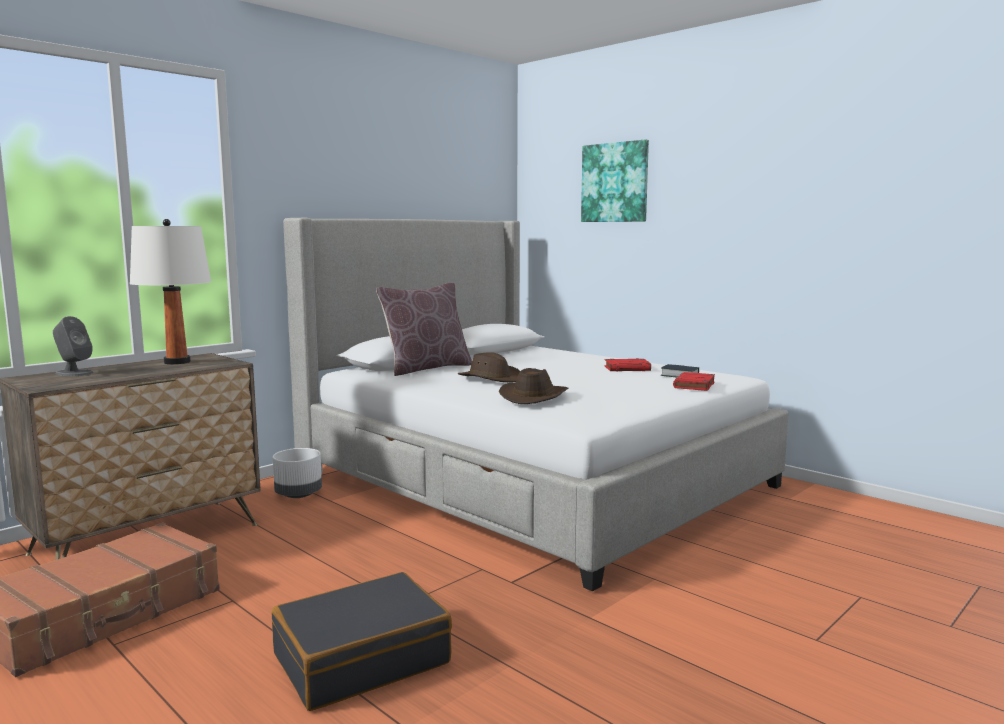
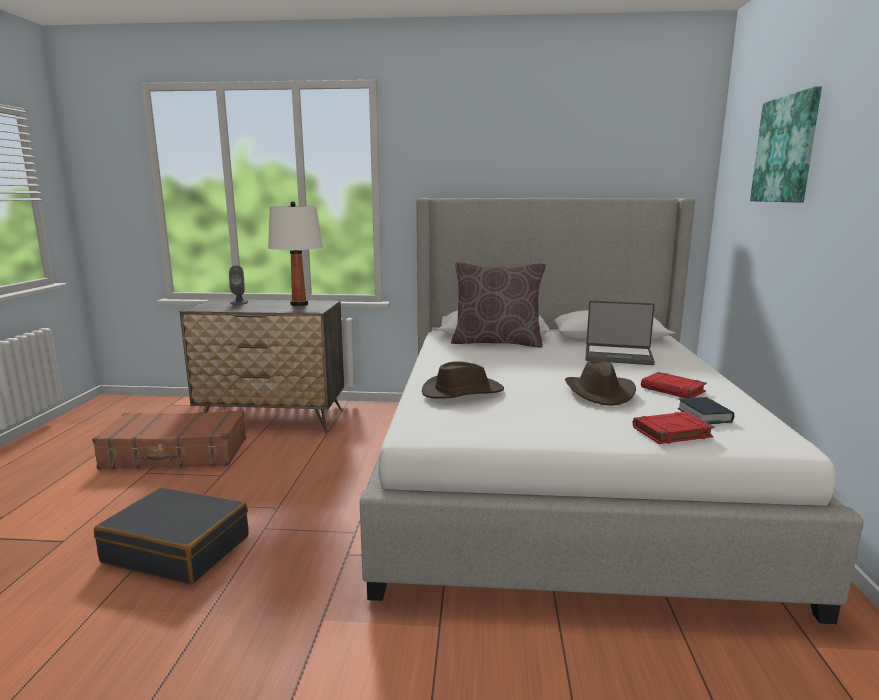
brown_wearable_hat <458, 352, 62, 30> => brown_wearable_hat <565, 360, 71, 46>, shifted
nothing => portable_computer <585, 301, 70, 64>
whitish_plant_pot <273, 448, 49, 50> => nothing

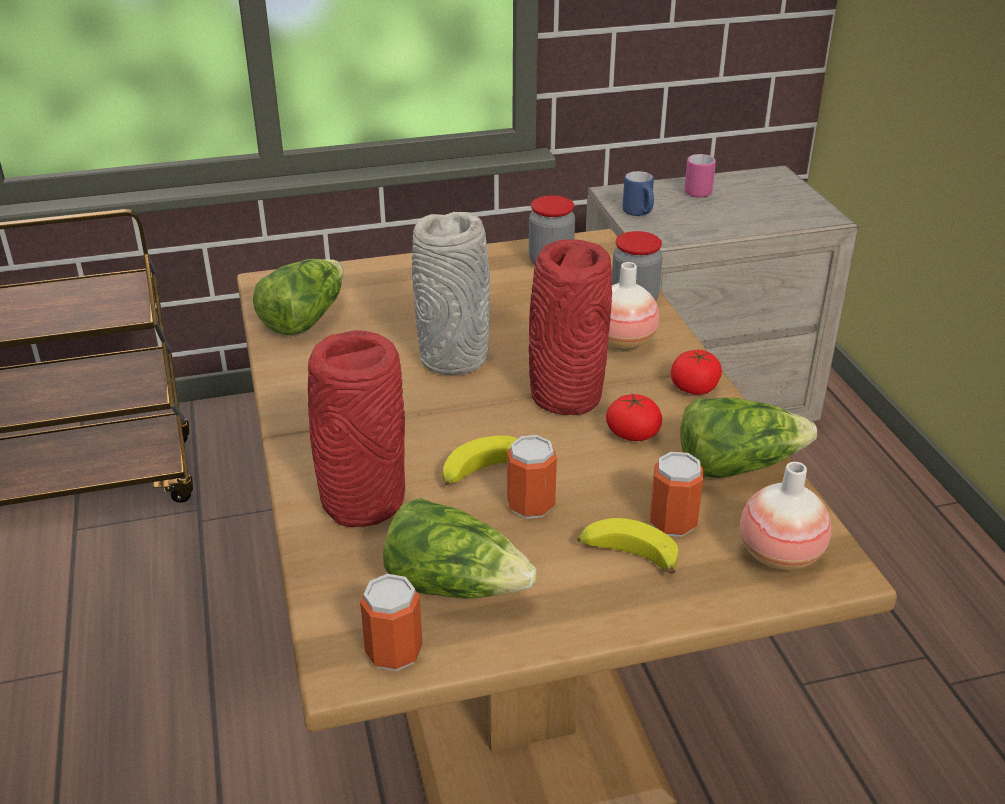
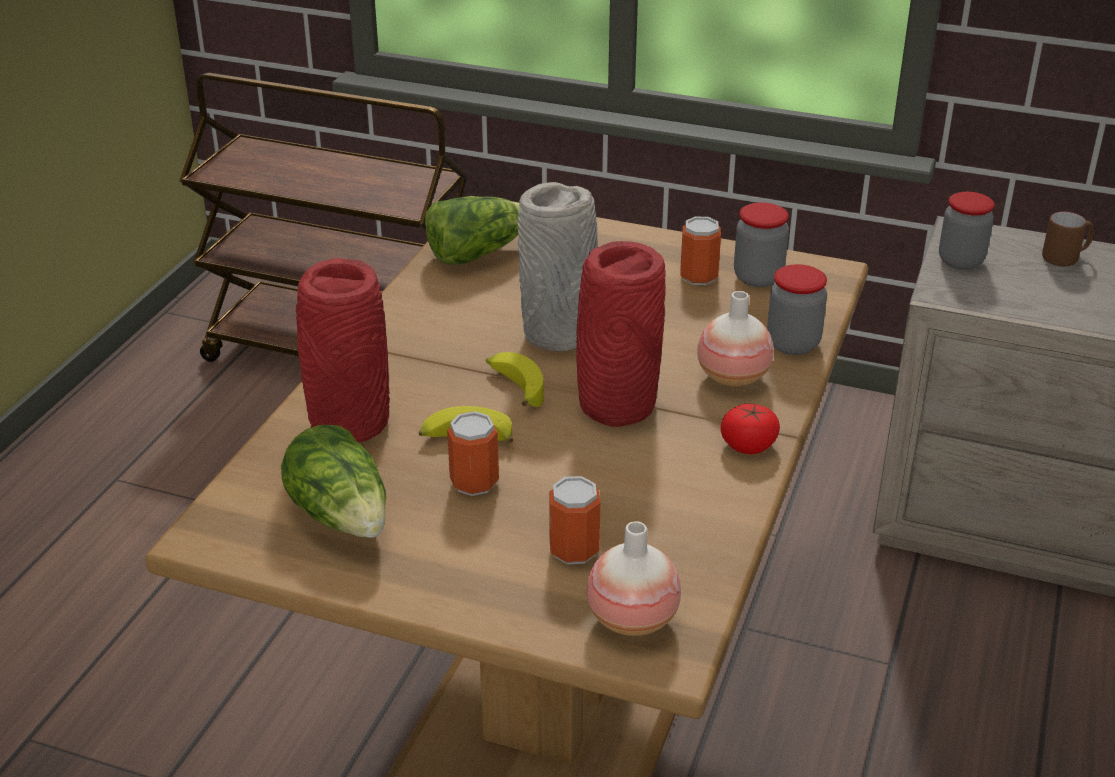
whole_banana <577, 518, 101, 56> => whole_banana <486, 352, 58, 55>, shifted
metal_can <360, 574, 62, 97> => metal_can <680, 216, 41, 69>, shifted
bluish_coffee_mug <622, 171, 32, 45> => jar <939, 192, 56, 78>
pink_coffee_mug <684, 154, 32, 44> => brown_coffee_mug <1042, 212, 52, 54>
tomato <606, 394, 56, 47> => nothing
head_of_lettuce <680, 398, 137, 80> => nothing

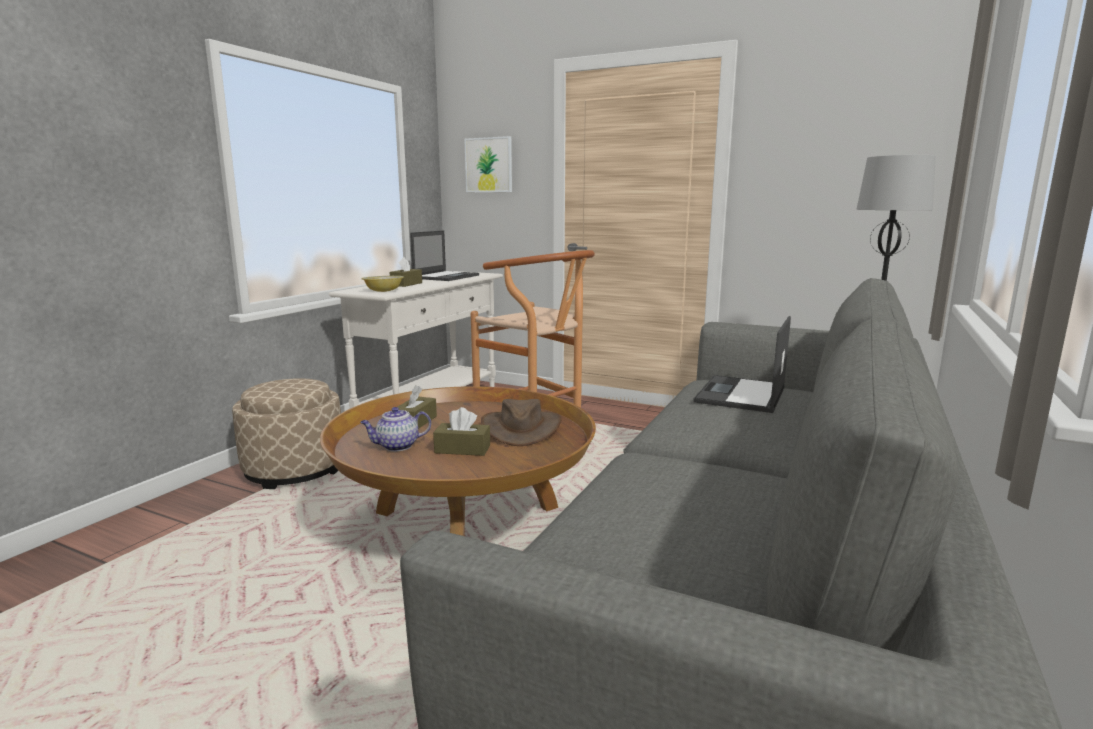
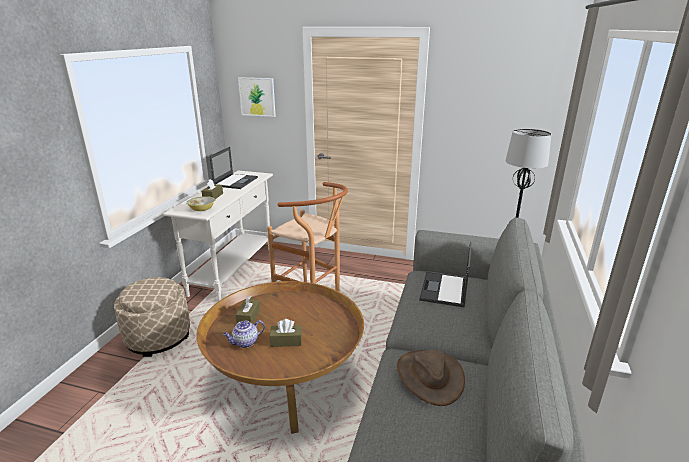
brown_wearable_hat <481, 399, 81, 47> => brown_wearable_hat <397, 350, 68, 56>, shifted

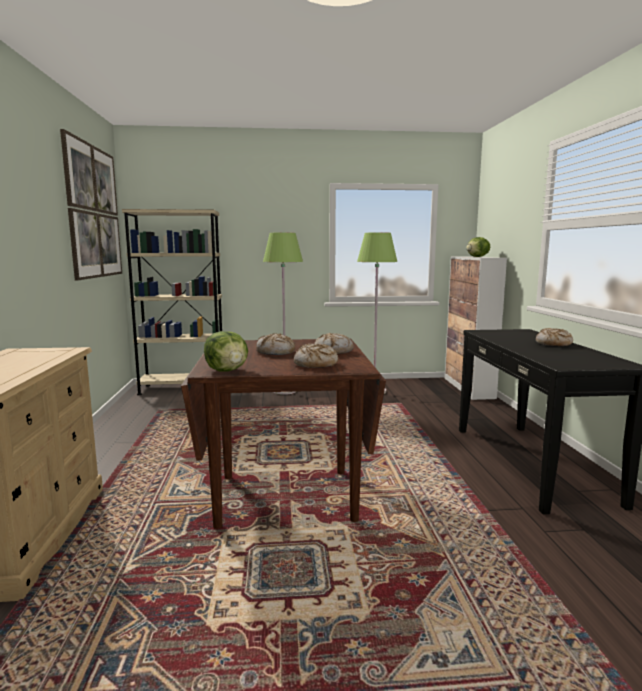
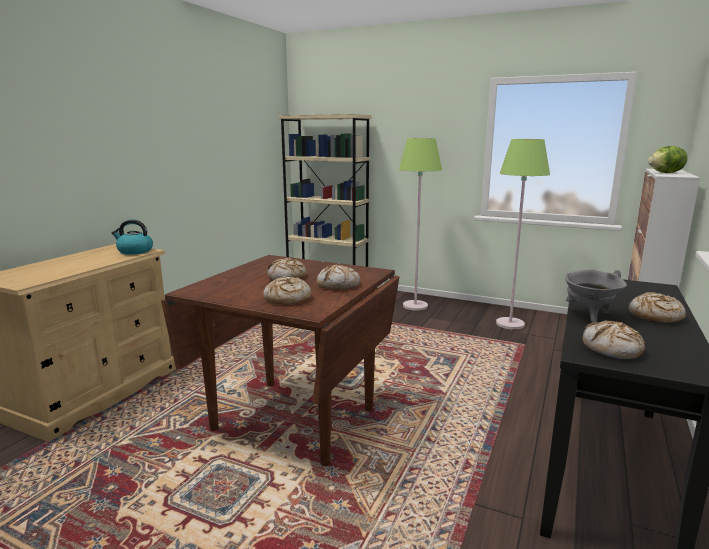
nothing => kettle <112, 220, 41, 35>
nothing => grey_saucepot <565, 269, 62, 54>
nothing => bakery_bread <583, 321, 62, 38>
picture <60, 129, 62, 152> => nothing
head_of_lettuce <204, 331, 44, 41> => nothing

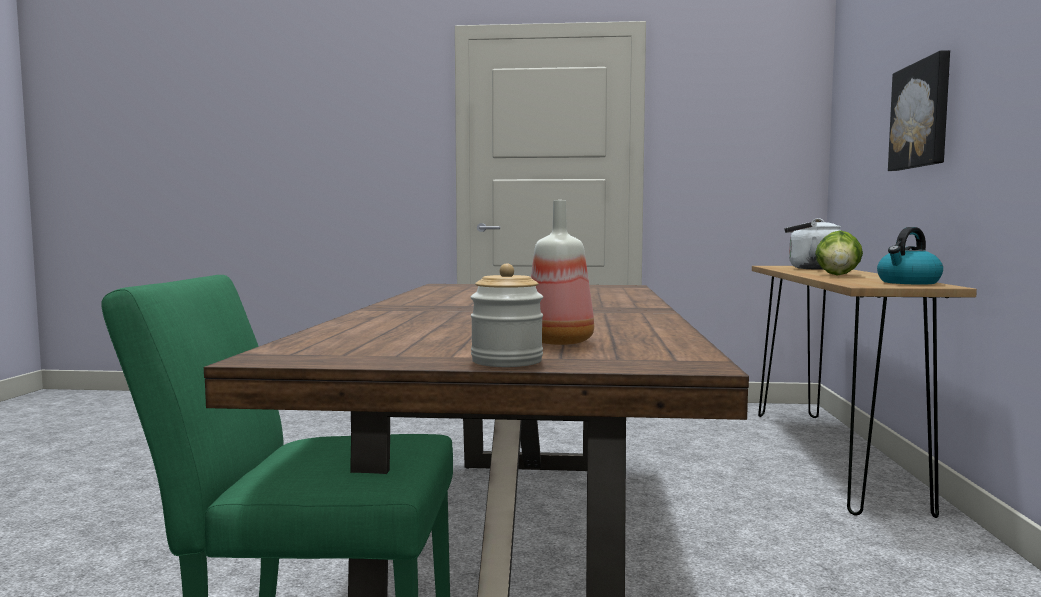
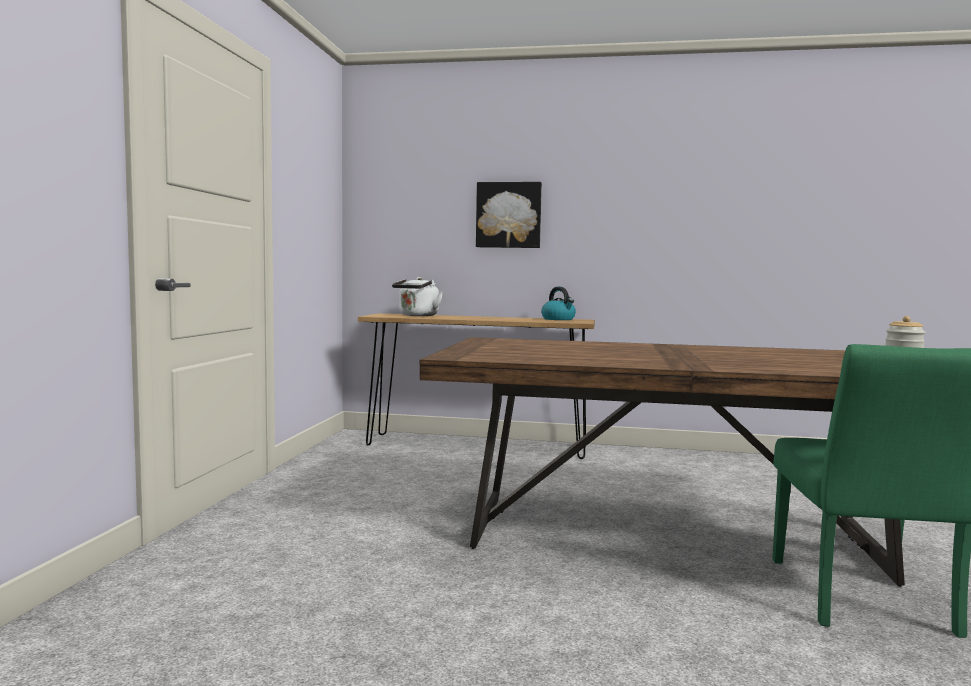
beverage_bottle <531, 200, 63, 145> => nothing
head_of_lettuce <815, 230, 48, 45> => nothing

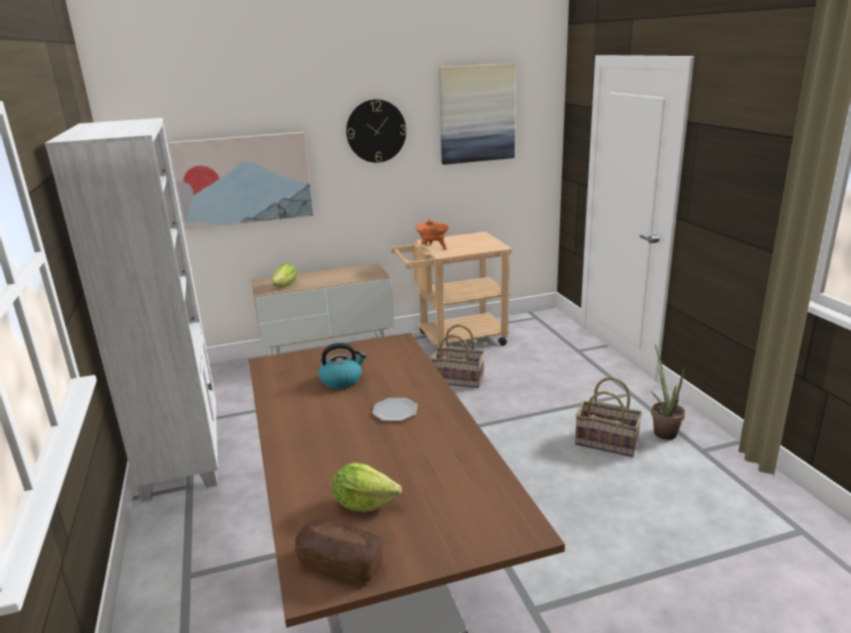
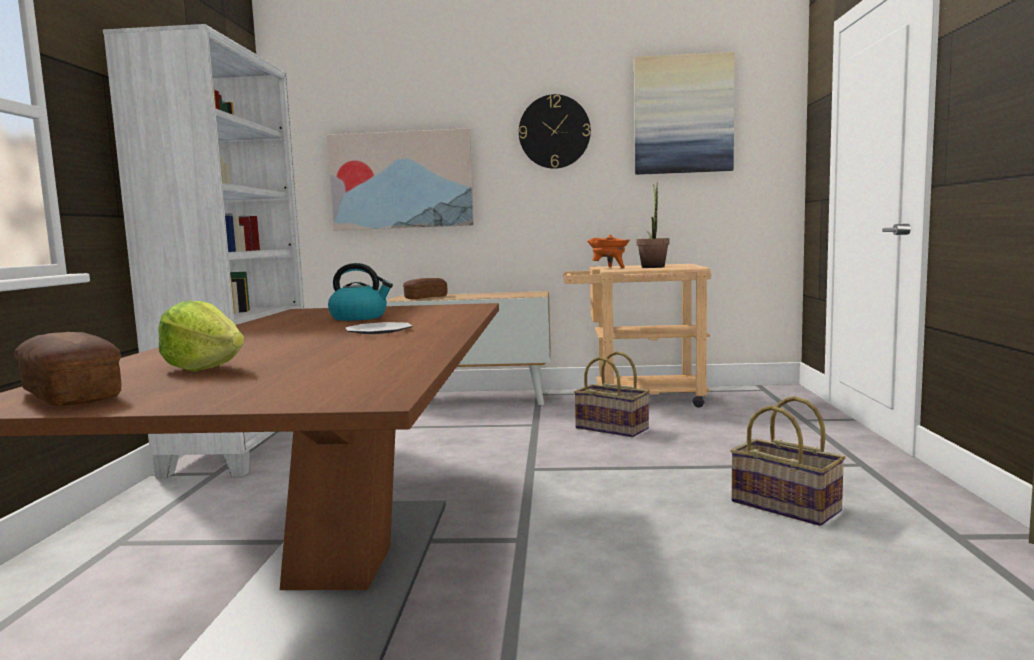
head_of_lettuce <271, 263, 26, 24> => bakery_bread <403, 278, 45, 21>
potted_plant <650, 344, 35, 96> => potted_plant <637, 183, 33, 85>, shifted

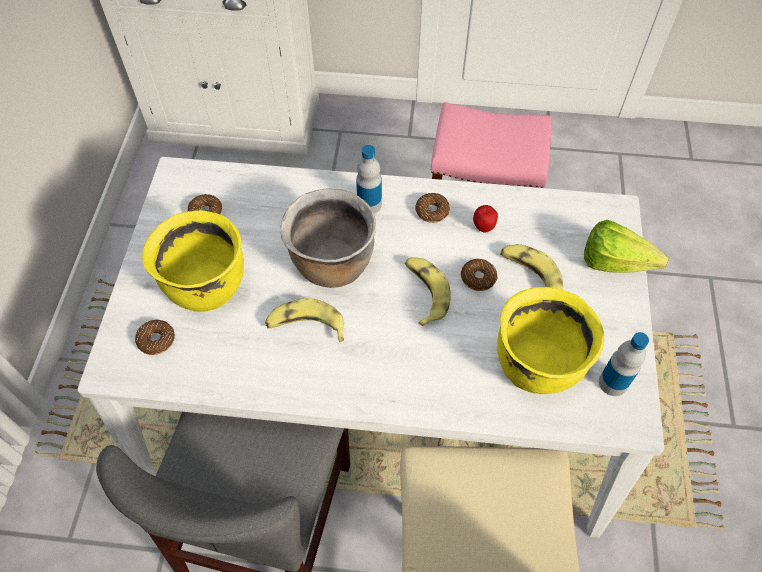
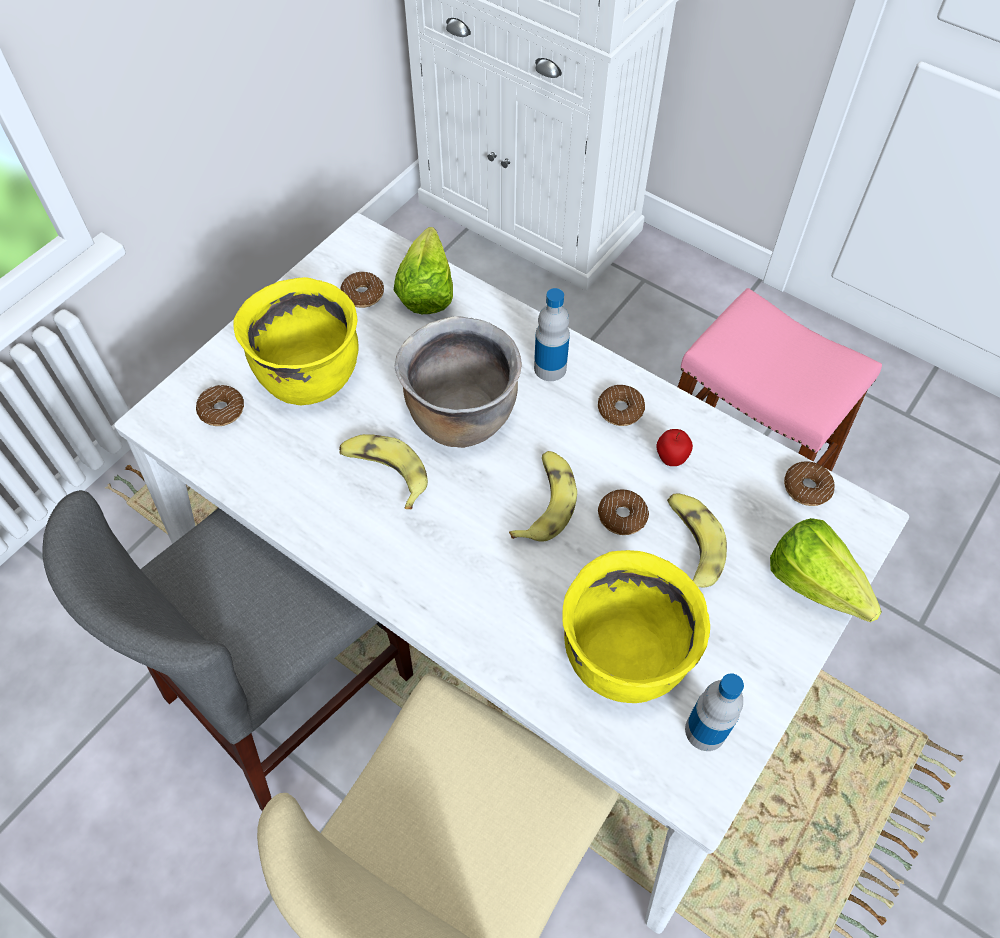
nothing => head_of_lettuce <394, 227, 59, 87>
nothing => doughnut <784, 462, 50, 44>

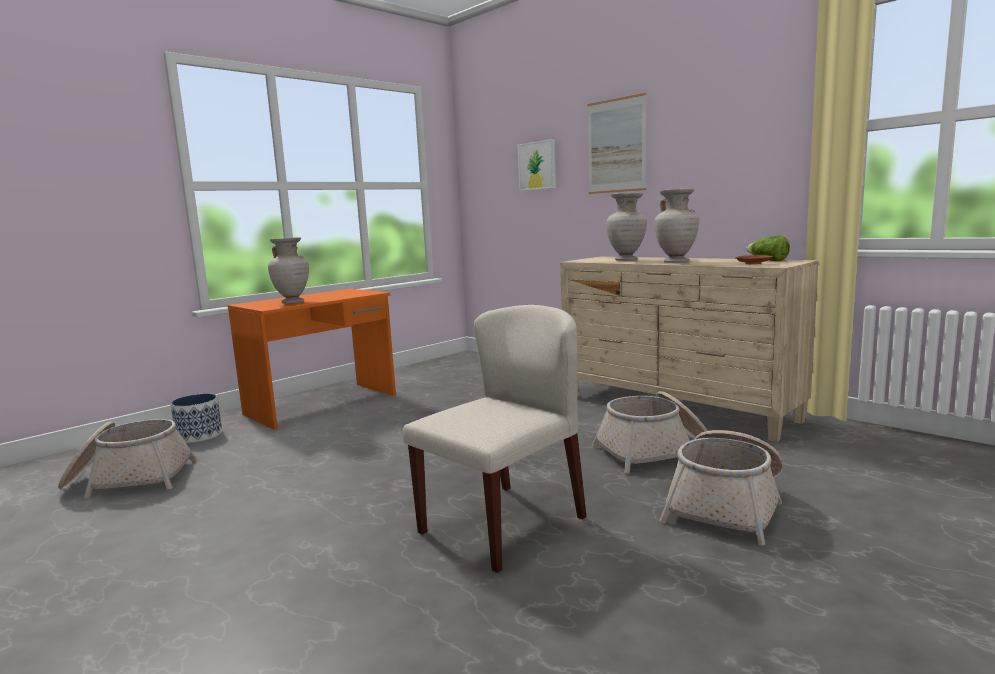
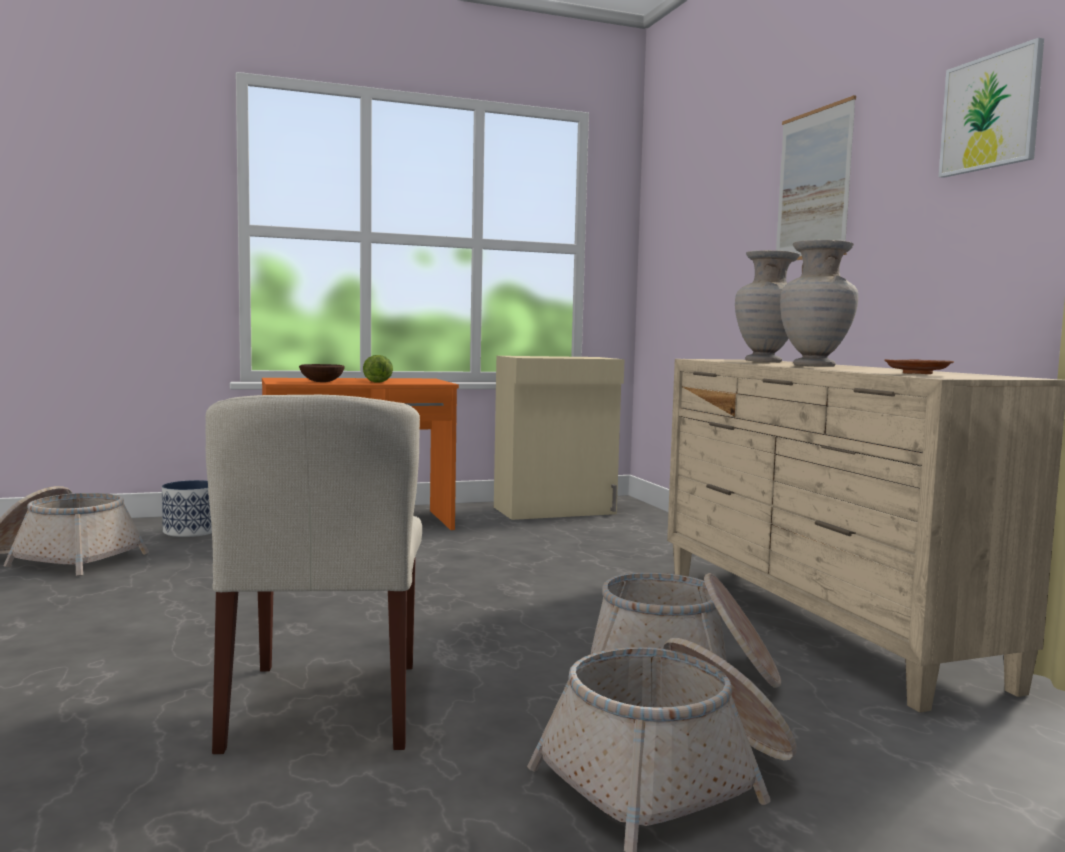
beige-coloured_chair <403, 305, 184, 268> => beige-coloured_chair <206, 395, 216, 359>, 105 degrees clockwise
beige-coloured_flower_vase <268, 237, 41, 67> => brown_bowl <299, 364, 46, 18>
head_of_lettuce <746, 236, 44, 25> => head_of_lettuce <363, 355, 30, 28>, shifted
nothing => beige-coloured_cupboard <494, 356, 131, 164>
picture <518, 139, 38, 52> => picture <939, 38, 105, 140>, shifted

